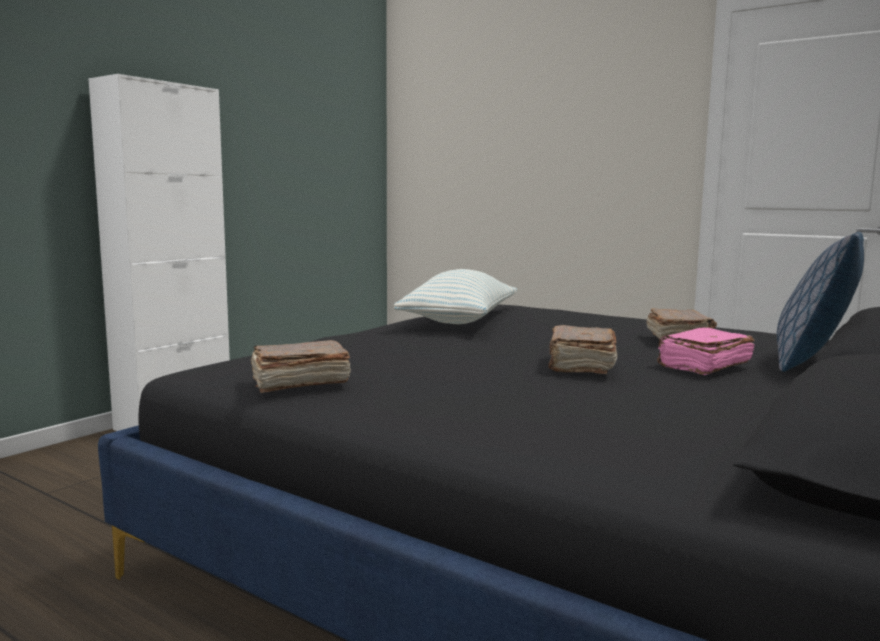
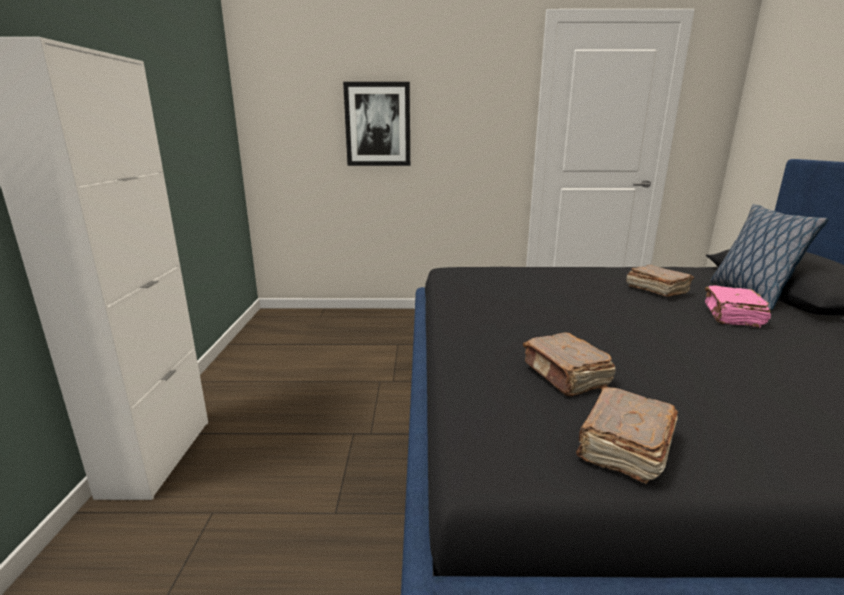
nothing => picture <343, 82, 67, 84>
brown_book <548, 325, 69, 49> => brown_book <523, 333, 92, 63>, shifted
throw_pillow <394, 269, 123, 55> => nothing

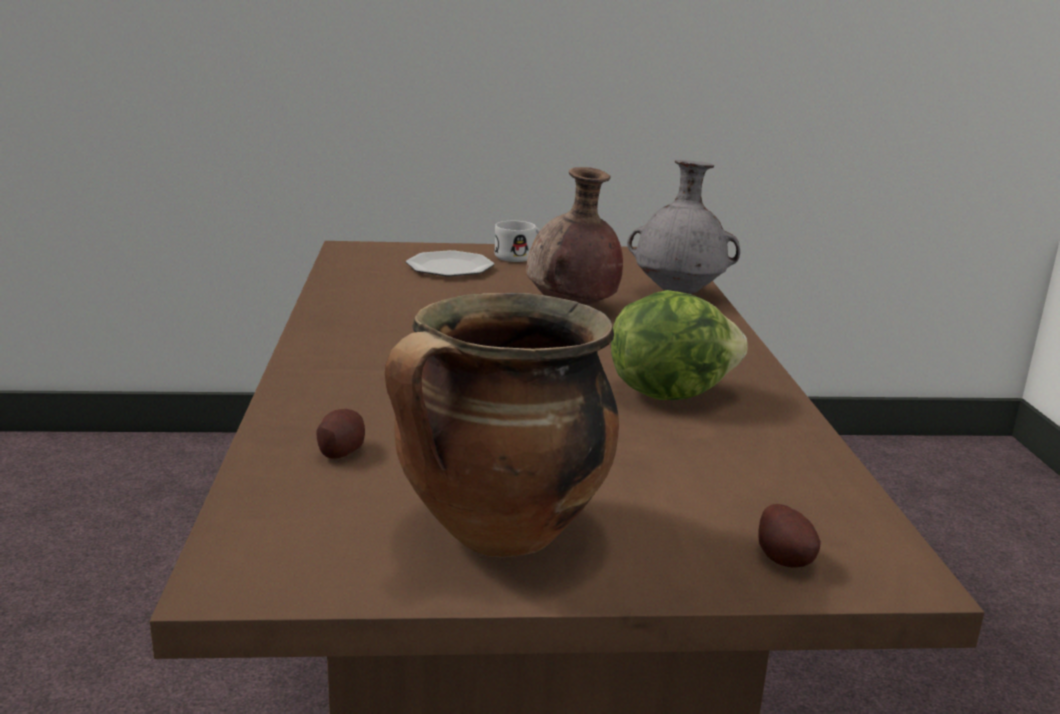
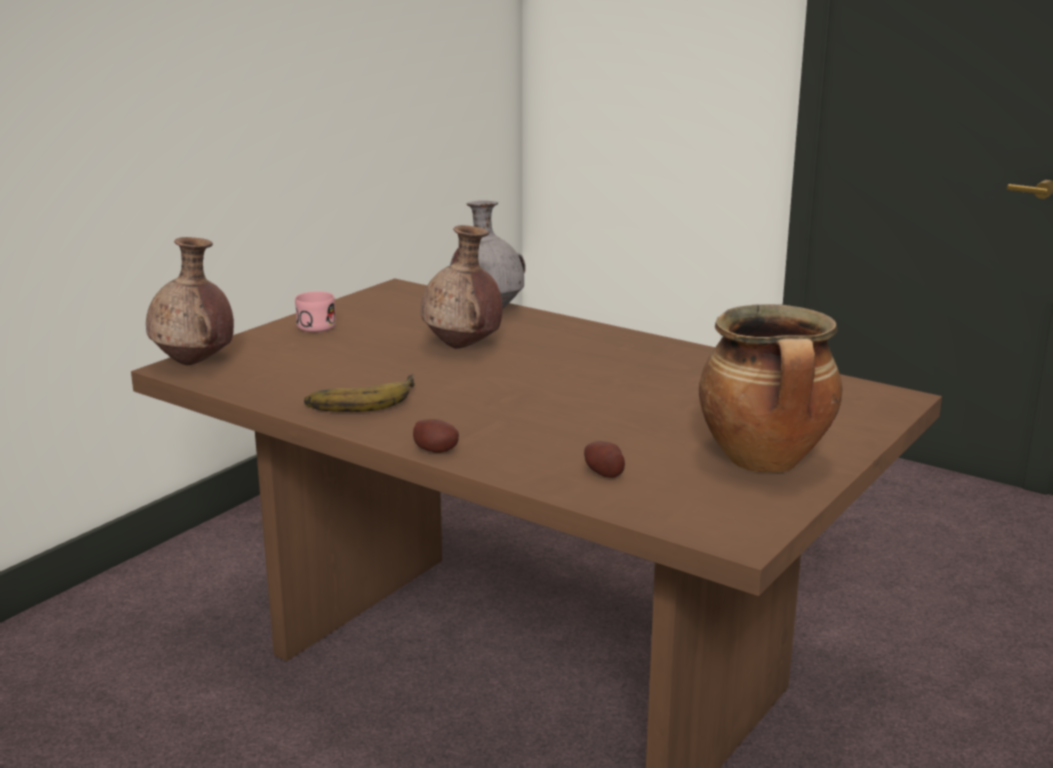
nothing => brown_flower_vase <146, 237, 88, 128>
whitish_coffee_mug <494, 221, 46, 41> => pink_coffee_mug <295, 291, 41, 41>
nothing => whole_banana <304, 374, 111, 38>
potato <758, 504, 63, 64> => potato <413, 419, 46, 34>, shifted
flat_dish <406, 250, 88, 27> => nothing
head_of_lettuce <611, 290, 137, 110> => nothing

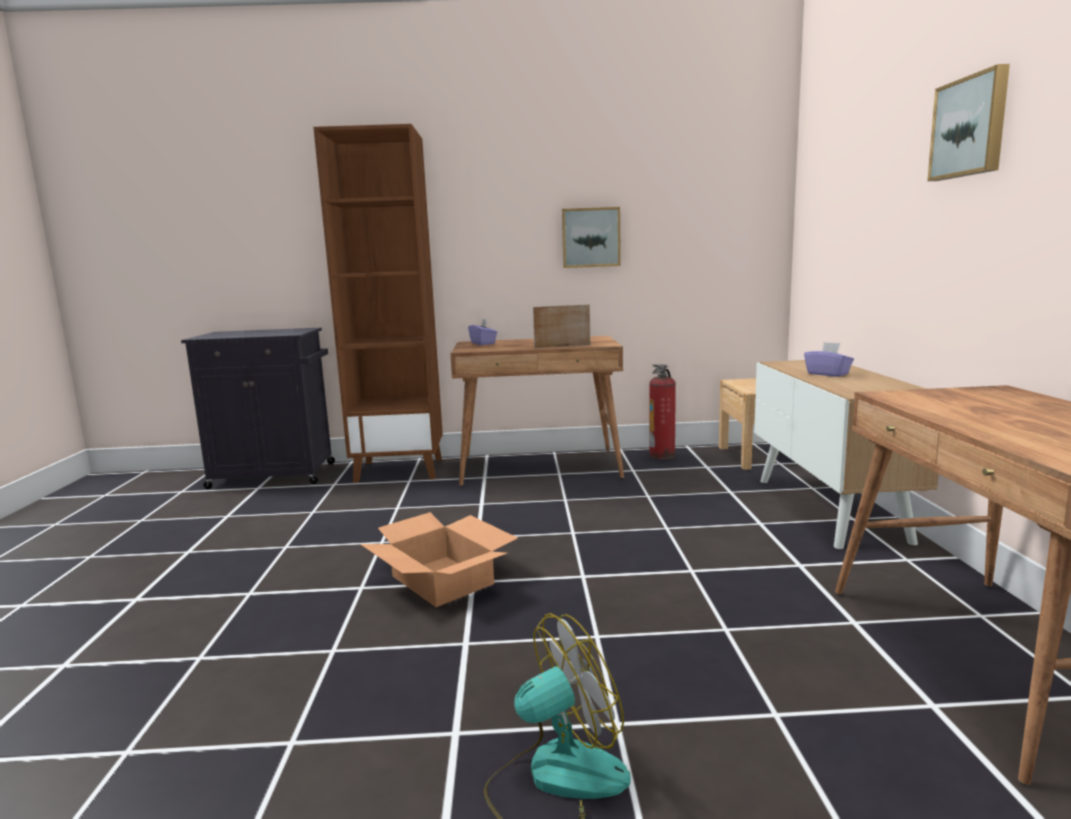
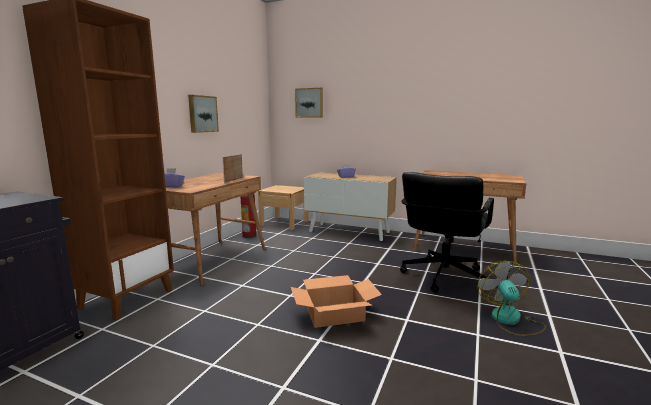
picture <927, 64, 83, 117> => picture <295, 88, 28, 30>, shifted
nothing => blackish_computer_chair <400, 172, 94, 121>

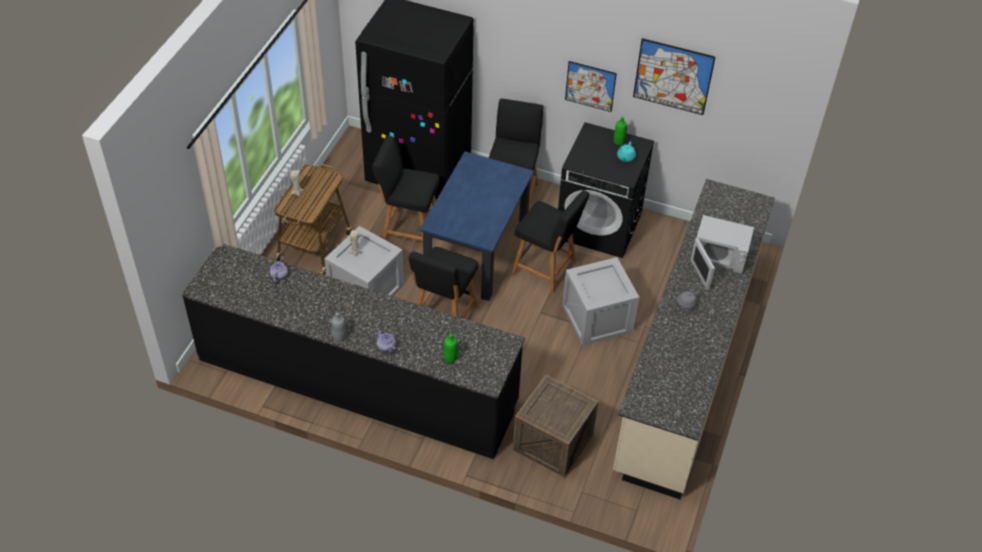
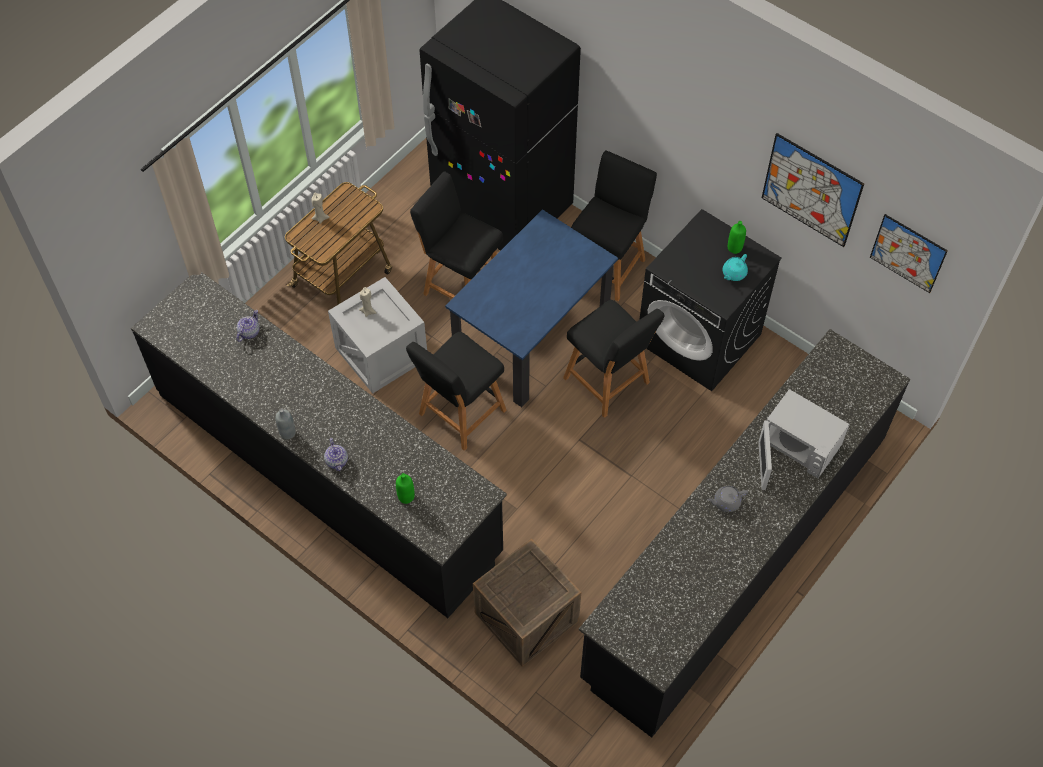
beige-coloured_kitchen_counter <613, 179, 162, 320> => blackish_kitchen_counter <579, 329, 331, 409>
picture <565, 61, 52, 51> => picture <870, 214, 78, 79>, shifted
crate <562, 257, 77, 89> => nothing

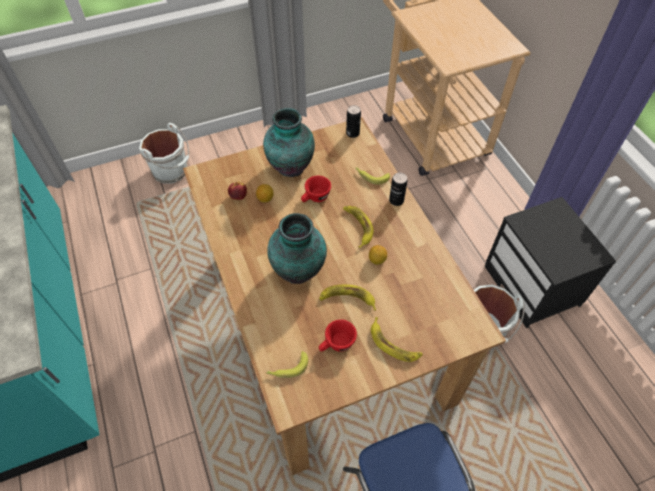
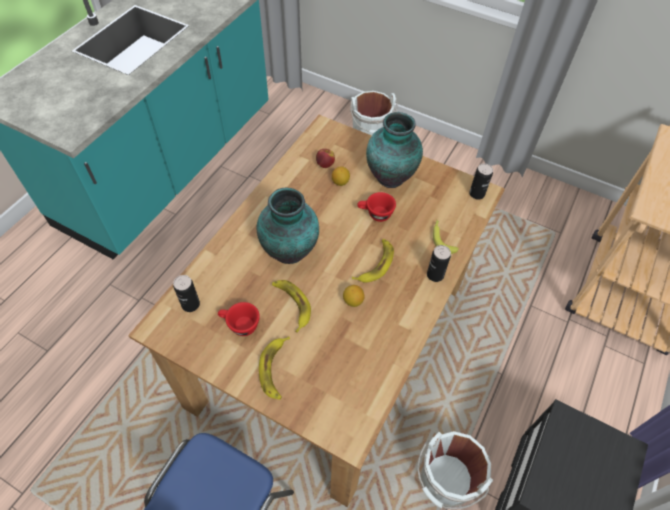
whole_banana <266, 351, 42, 27> => metal_can <173, 275, 27, 37>

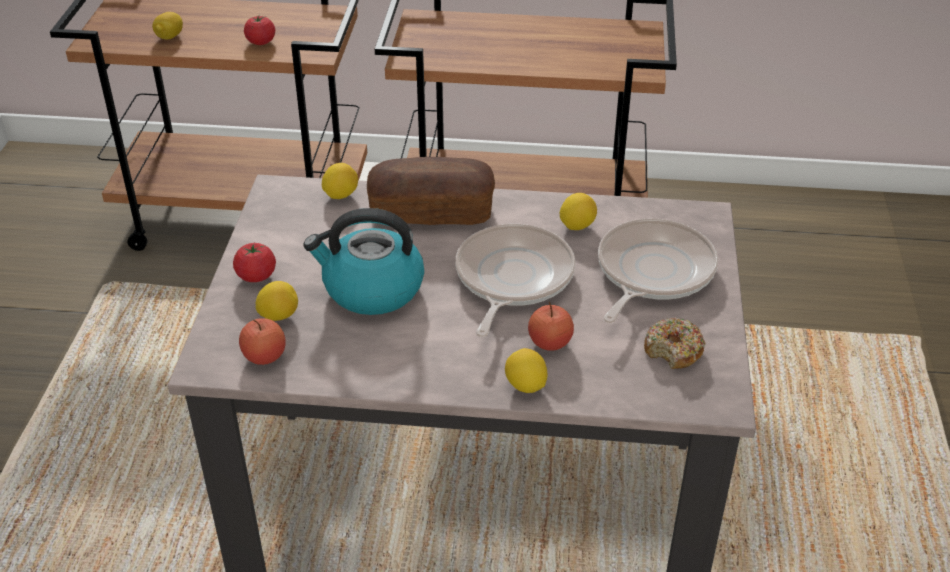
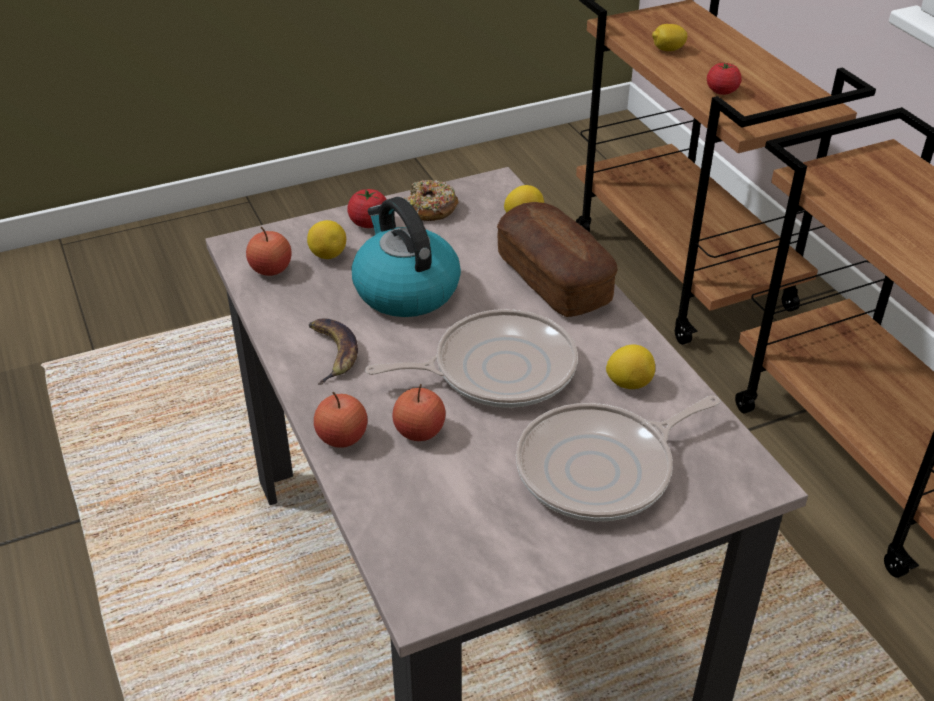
nothing => whole_banana <309, 318, 49, 67>
whole_lemon <505, 348, 43, 45> => apple_fruit <314, 391, 54, 57>
doughnut <644, 318, 62, 51> => doughnut <404, 180, 55, 41>, shifted
pan <598, 219, 120, 104> => pan <516, 395, 204, 126>, 150 degrees clockwise

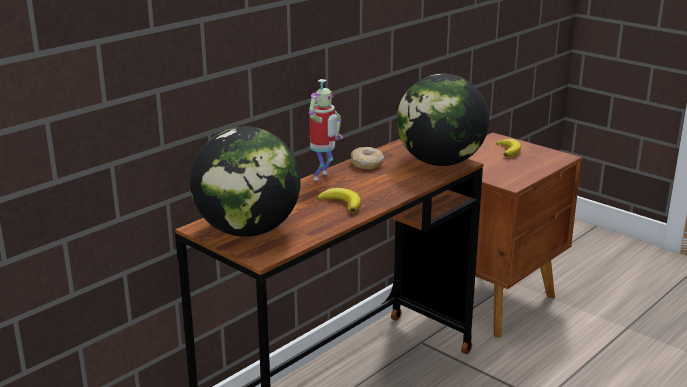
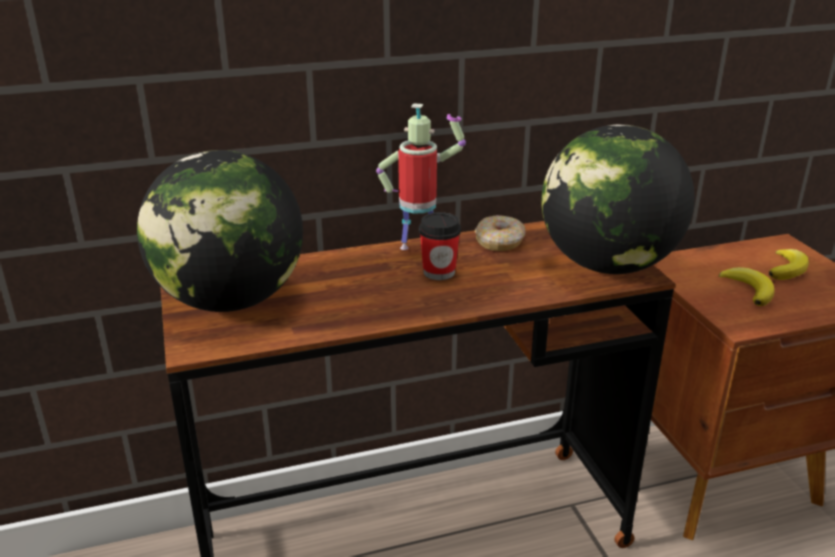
toy_robot <309, 79, 34, 102> => toy_robot <376, 103, 90, 147>, 135 degrees counterclockwise
nothing => drinking_cup <419, 212, 42, 68>
whole_banana <317, 188, 44, 25> => whole_banana <718, 267, 57, 39>, shifted

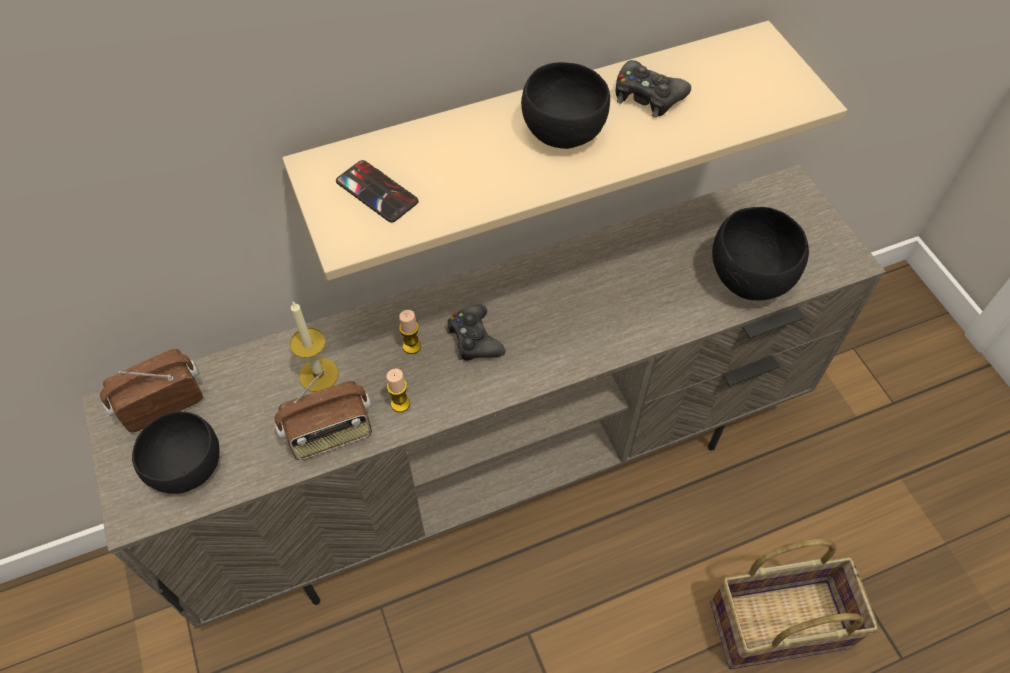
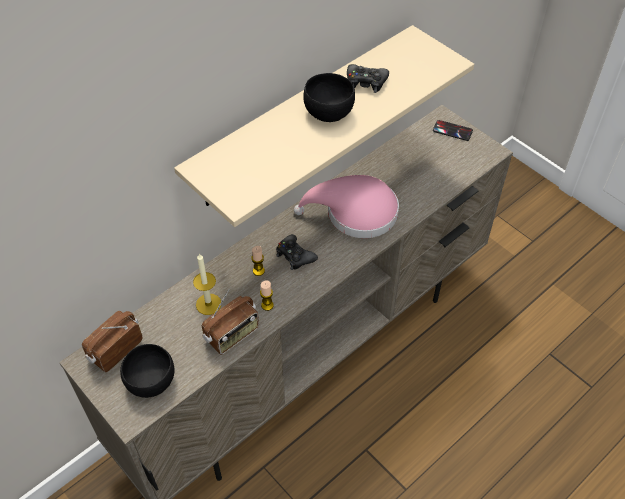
nothing => pink_wearable_hat <294, 175, 105, 63>
handset <336, 160, 83, 63> => handset <433, 120, 40, 21>, shifted
household_basket <710, 539, 169, 130> => nothing
blackish_bowl <712, 207, 97, 93> => nothing

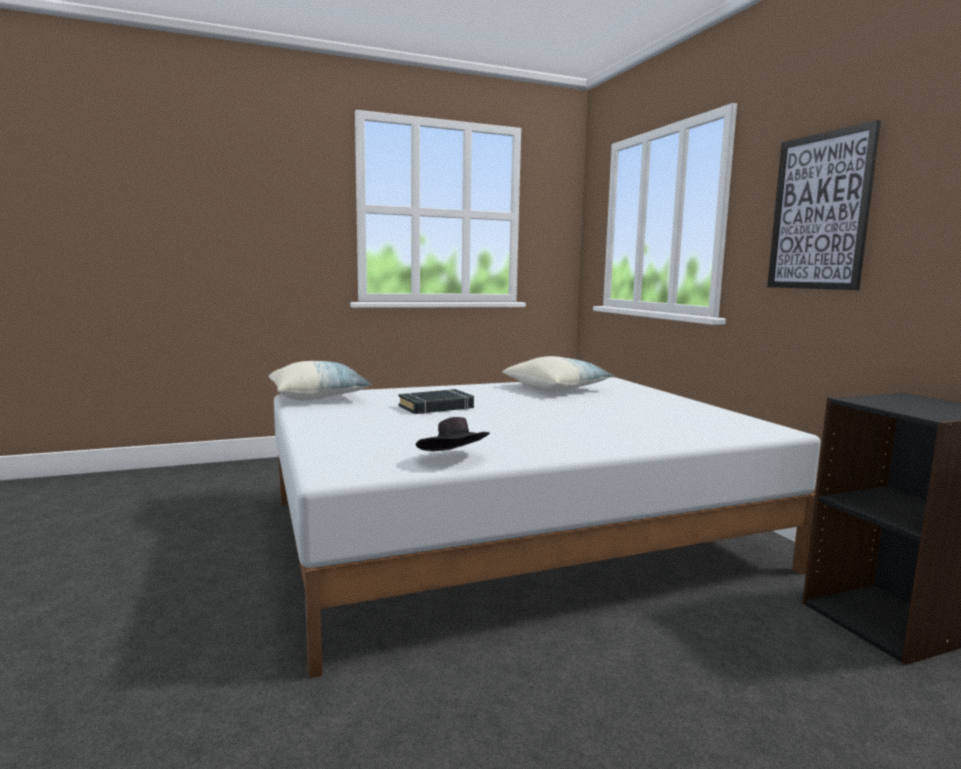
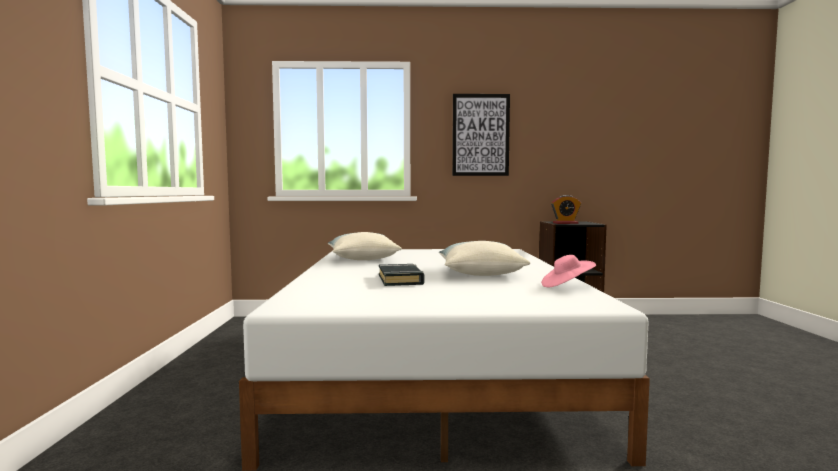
throw_pillow <269, 361, 103, 39> => throw_pillow <439, 241, 91, 35>, shifted
blackish_wearable_hat <416, 417, 74, 34> => pink_wearable_hat <541, 255, 55, 32>
nothing => bedside_clock <551, 195, 30, 29>

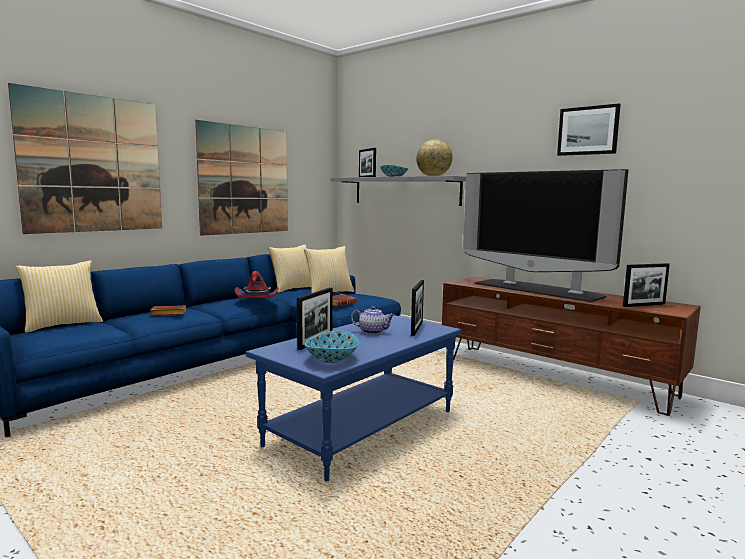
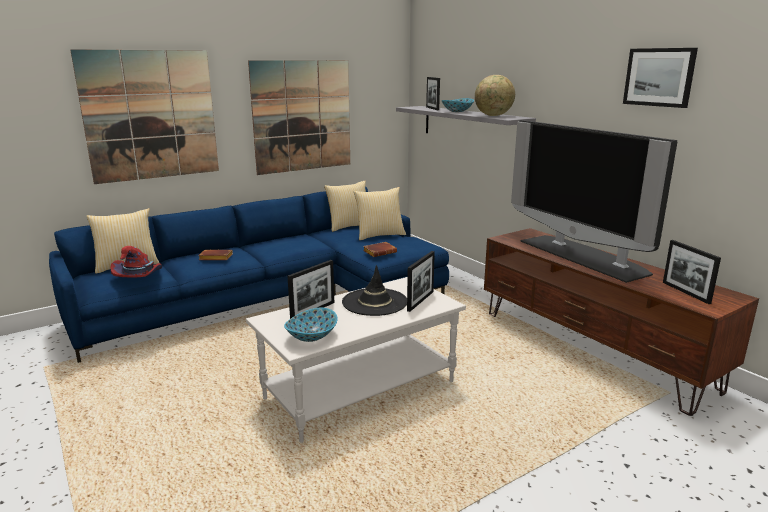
reddish_wearable_hat <234, 271, 45, 28> => reddish_wearable_hat <111, 246, 51, 32>, shifted
bluish_coffee_table <245, 314, 217, 167> => whitish_coffee_table <246, 277, 220, 166>
tea_pot <351, 306, 44, 28> => blackish_wearable_hat <342, 265, 65, 51>
standing_frame <623, 263, 47, 44> => standing_frame <663, 240, 58, 64>, 75 degrees clockwise

